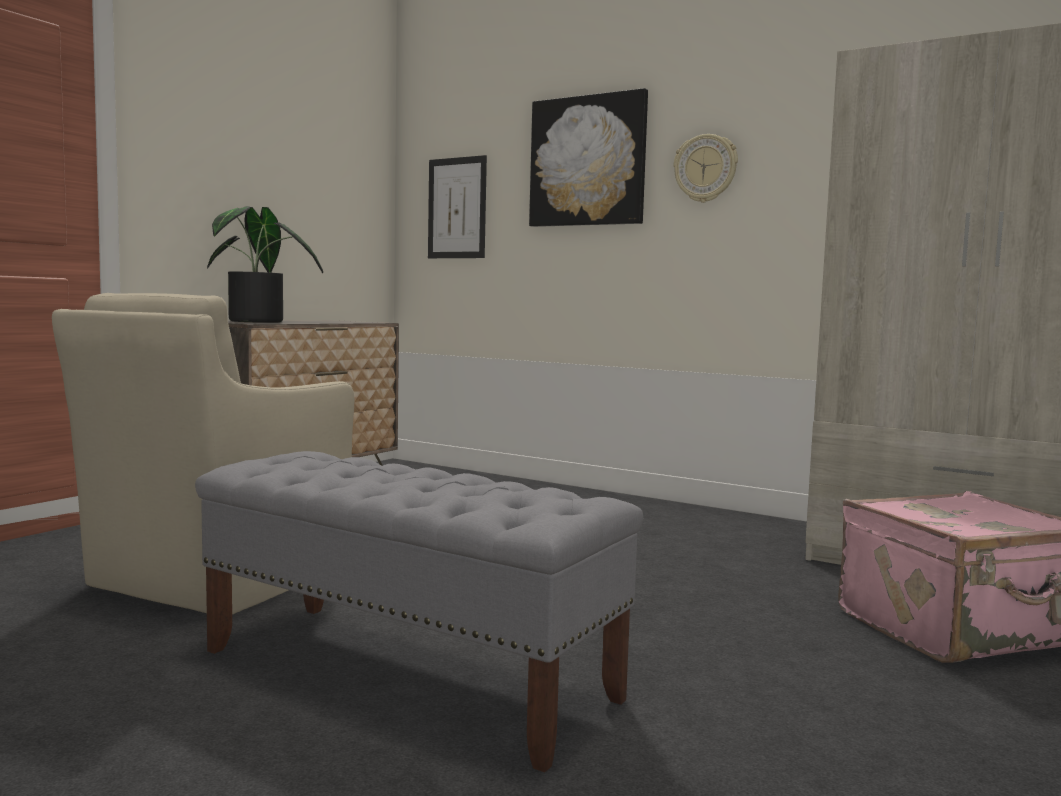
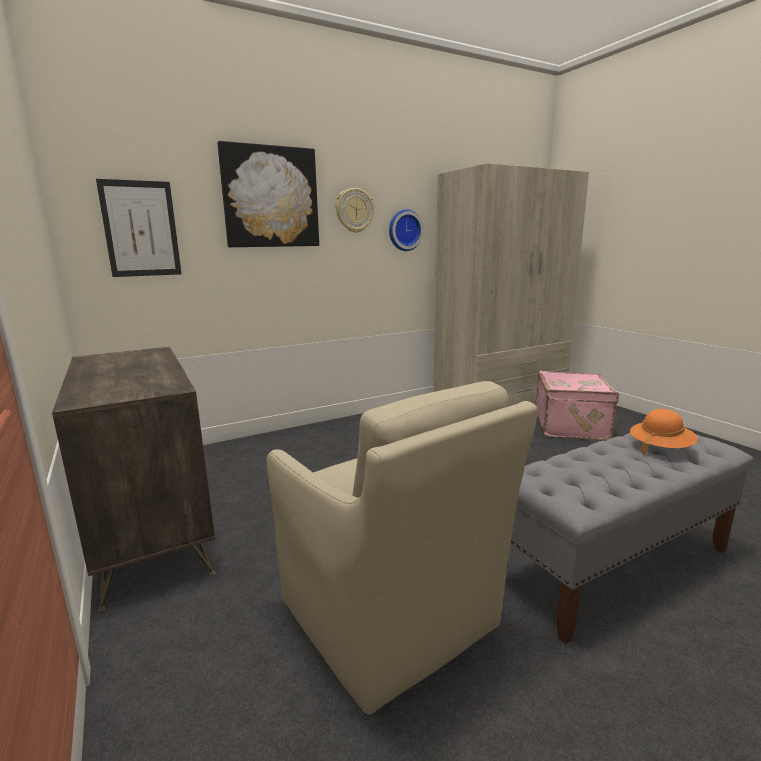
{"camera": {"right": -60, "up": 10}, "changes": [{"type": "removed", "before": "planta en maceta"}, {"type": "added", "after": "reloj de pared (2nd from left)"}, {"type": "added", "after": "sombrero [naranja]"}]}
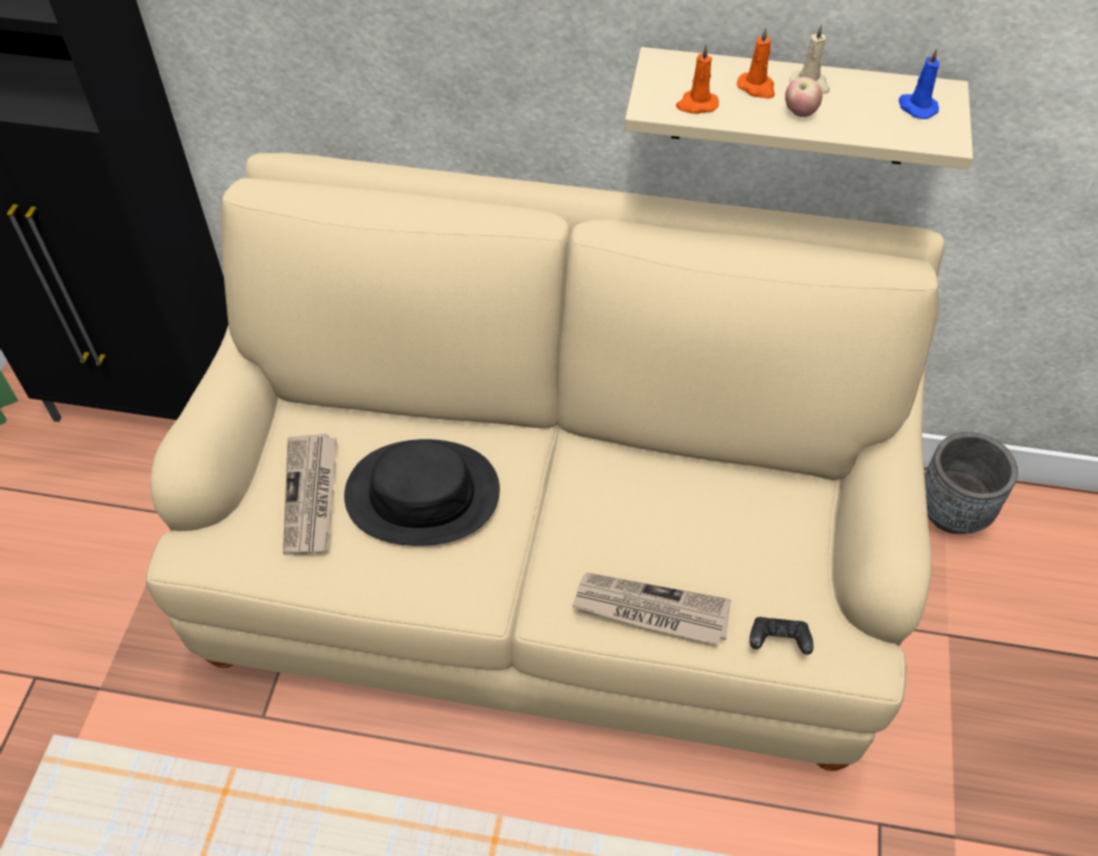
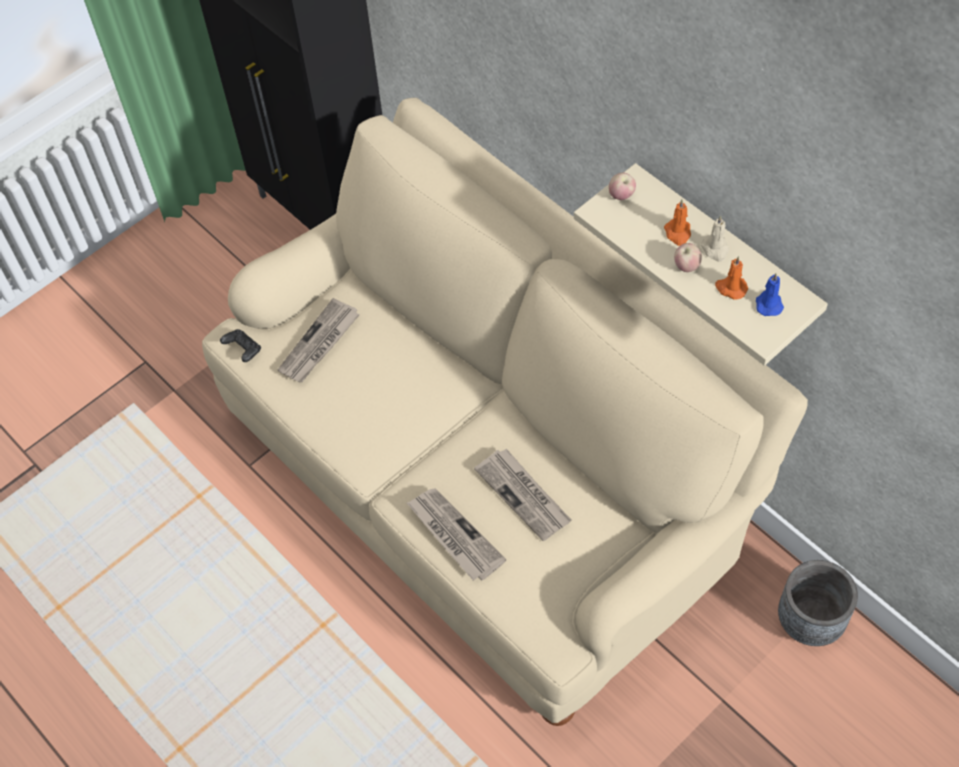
{"camera": {"right": 40, "up": 5}, "changes": [{"type": "removed", "before": "sombrero [negro]"}, {"type": "added", "after": "periódico (3rd from left)"}, {"type": "added", "after": "manzana (1st from left)"}, {"type": "moved", "before": "vela [naranja] (1st from left in the first image)", "after": "vela [naranja] (2nd from left)"}, {"type": "moved", "before": "mando de consola [negro]"}]}
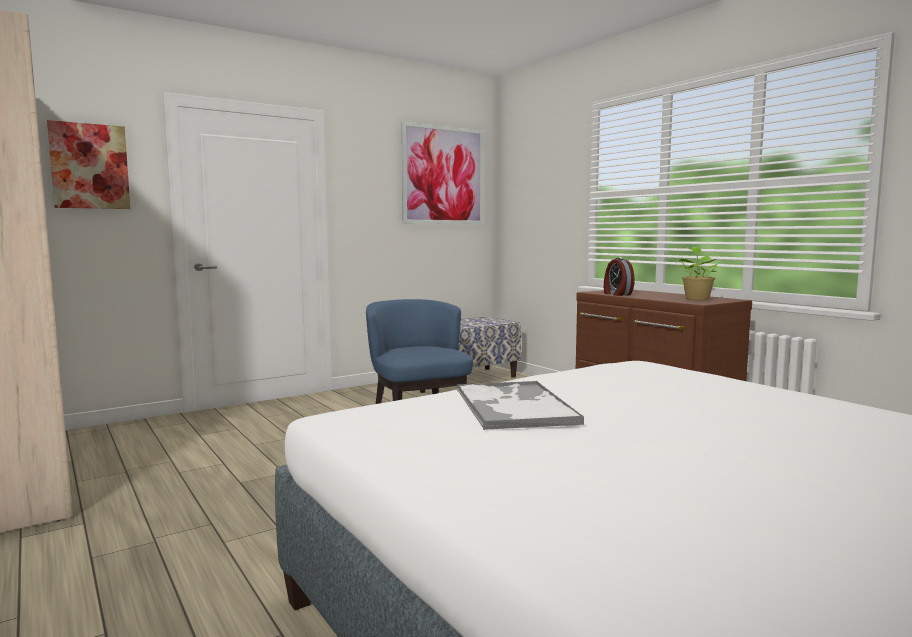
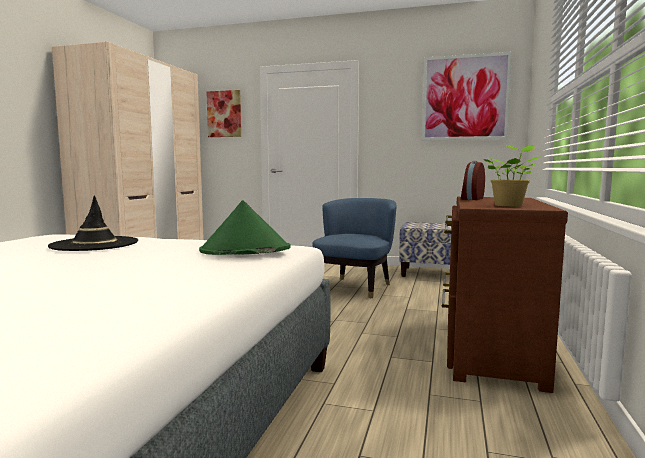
{"camera": {"right": 50, "up": 0}, "changes": [{"type": "added", "after": "sombrero [verde]"}, {"type": "replaced", "before": "bandeja", "after": "sombrero [negro]"}]}
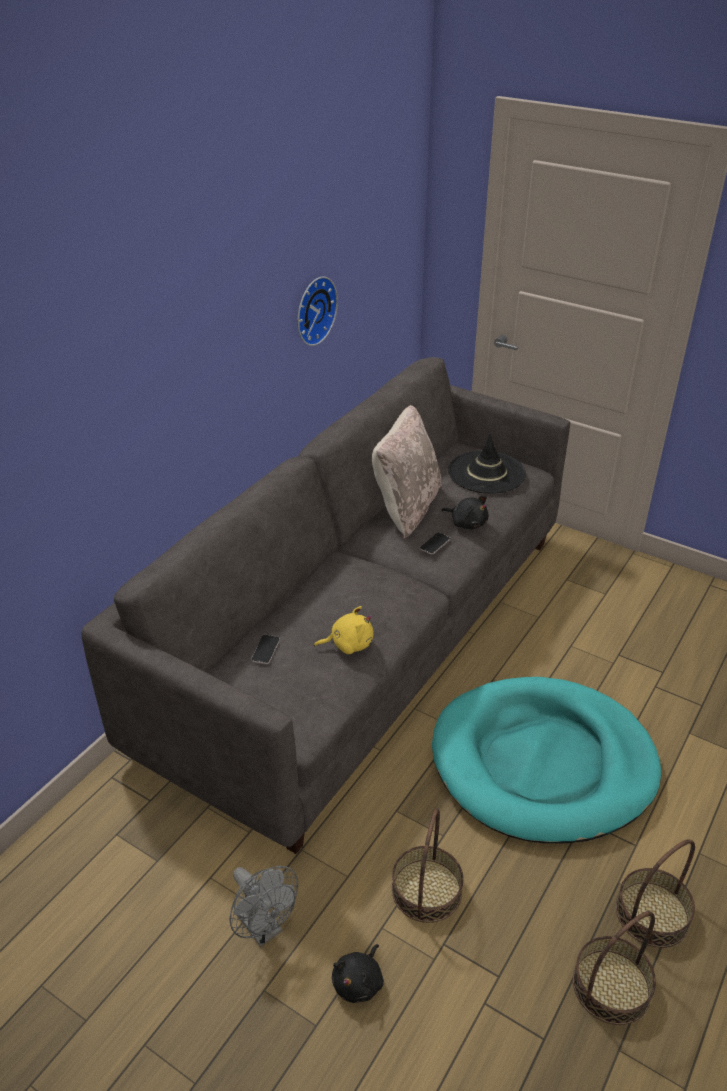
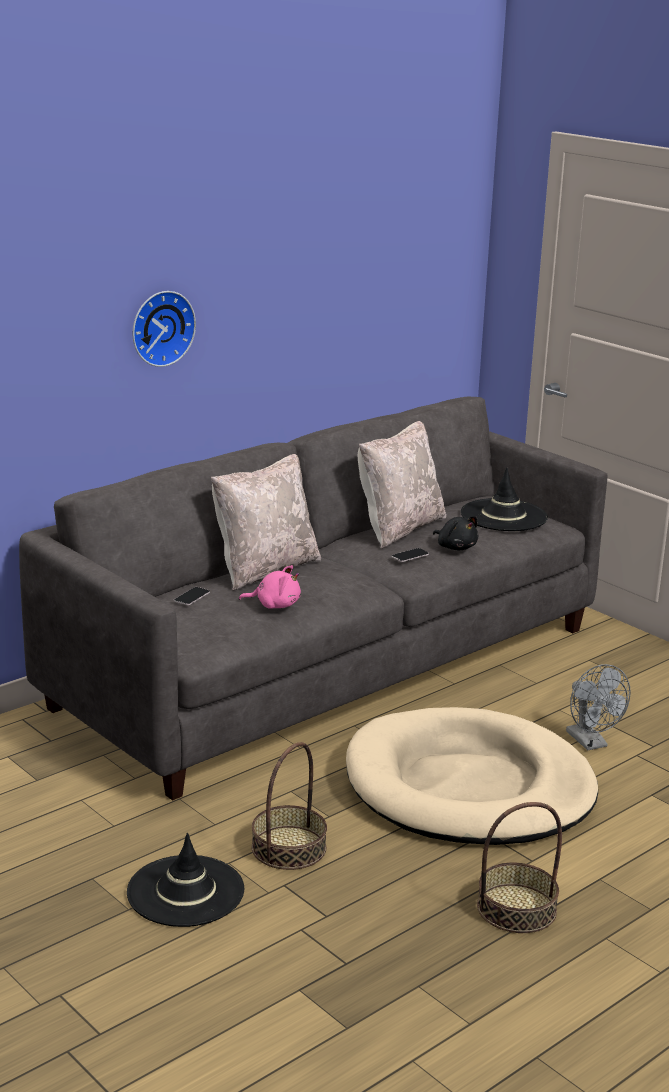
{"camera": {"right": 15, "up": -15}, "changes": [{"type": "removed", "before": "cesta (2nd from left)"}, {"type": "added", "after": "cojín [beis] (1st from left)"}, {"type": "moved", "before": "ventilador [gris]"}, {"type": "moved", "before": "reloj de pared"}, {"type": "replaced", "before": "peluche [negro] (1st from left)", "after": "sombrero [negro] (1st from left)"}, {"type": "recoloured", "before": "peluche [amarillo]", "after": "peluche [rosa]"}, {"type": "recoloured", "before": "cama para perro [turquesa]", "after": "cama para perro [beis]"}]}
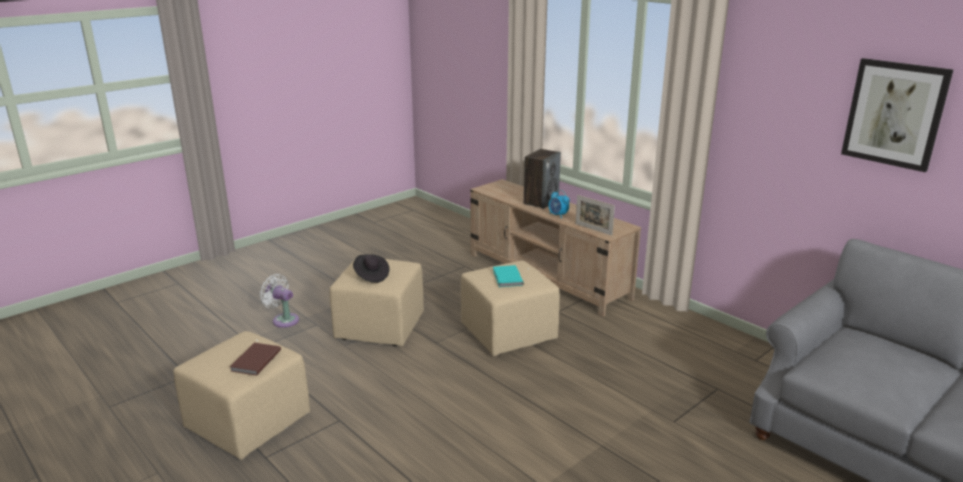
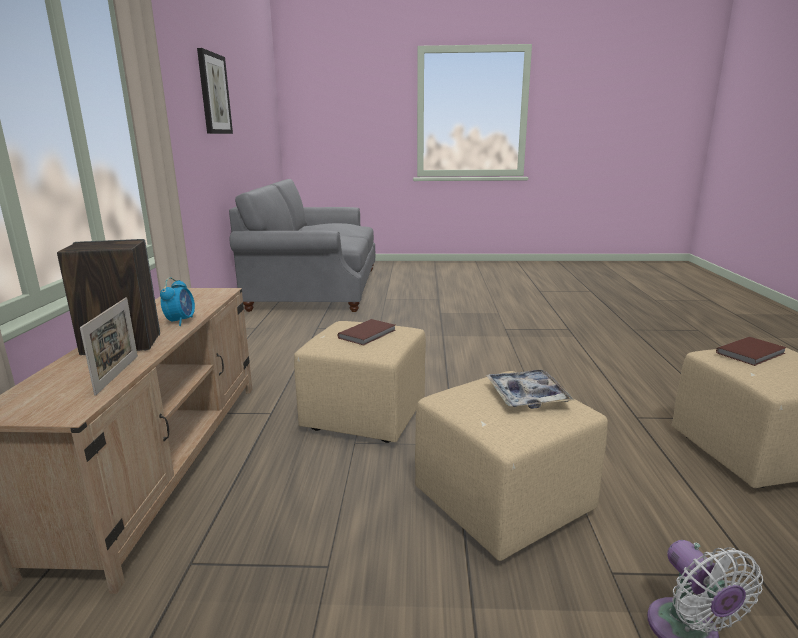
{"camera": {"right": -135, "up": -5}, "changes": [{"type": "moved", "before": "portarretratos"}, {"type": "replaced", "before": "sombrero [negro]", "after": "bandeja"}, {"type": "recoloured", "before": "libro [turquesa]", "after": "libro [marrón] (1st from left)"}]}
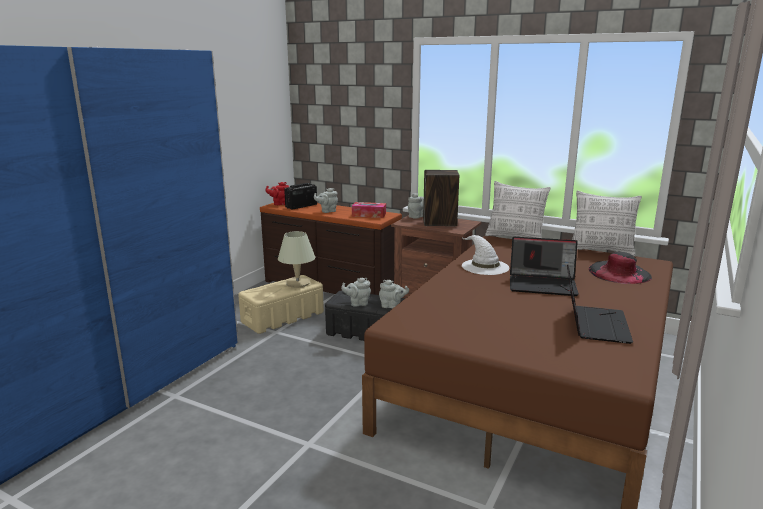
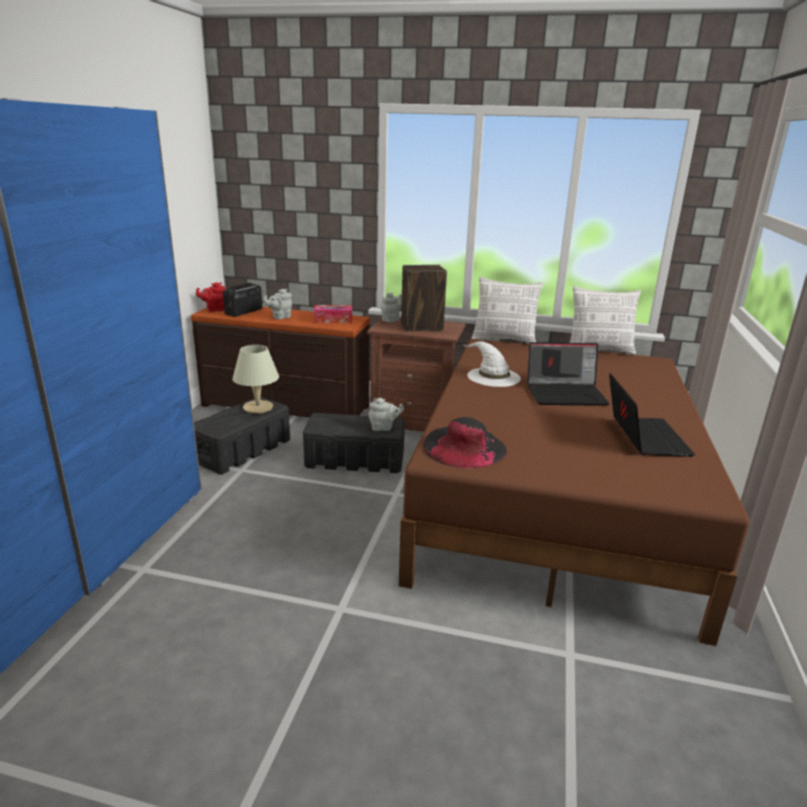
{"camera": {"right": -15, "up": 5}, "changes": [{"type": "removed", "before": "tetera [gris] (2nd from left)"}, {"type": "moved", "before": "sombrero [negro]"}, {"type": "recoloured", "before": "caja de almacenaje [beis]", "after": "caja de almacenaje [negro] (1st from left)"}]}
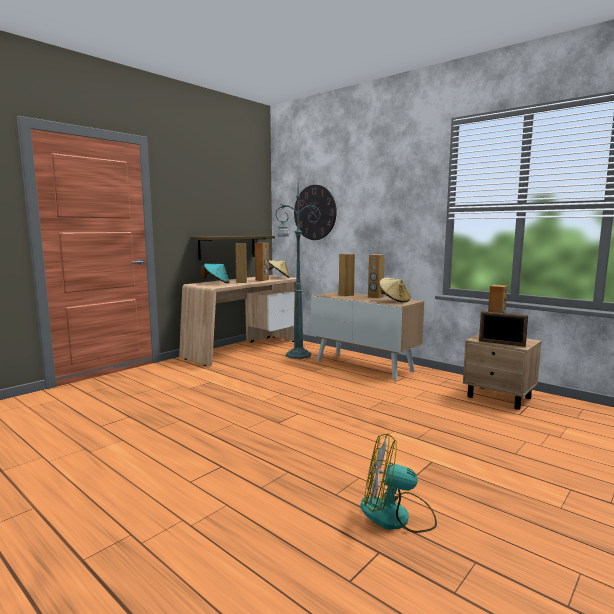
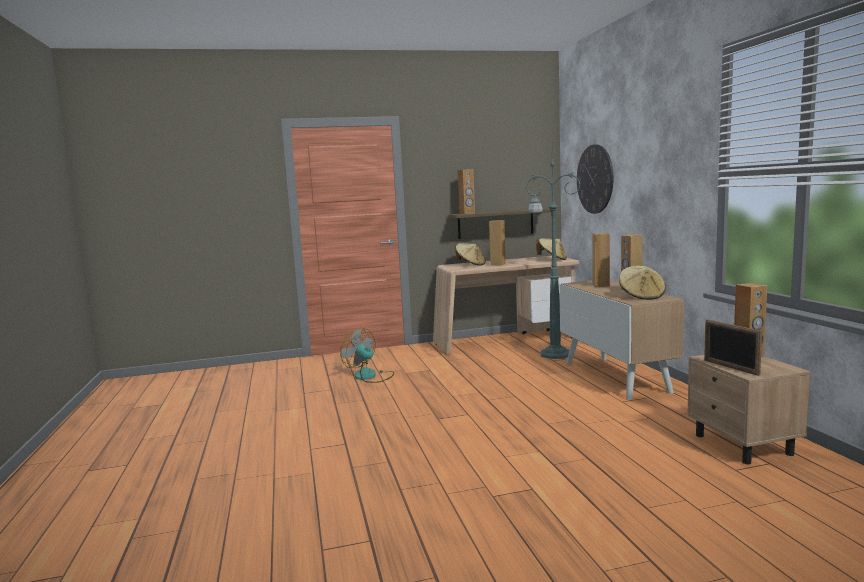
{"camera": {"right": 35, "up": 0}, "changes": [{"type": "moved", "before": "altavoz [marrón] (2nd from left in the first image)", "after": "altavoz [marrón] (1st from left)"}, {"type": "moved", "before": "ventilador"}, {"type": "recoloured", "before": "sombrero [turquesa]", "after": "sombrero [beis] (1st from left)"}]}
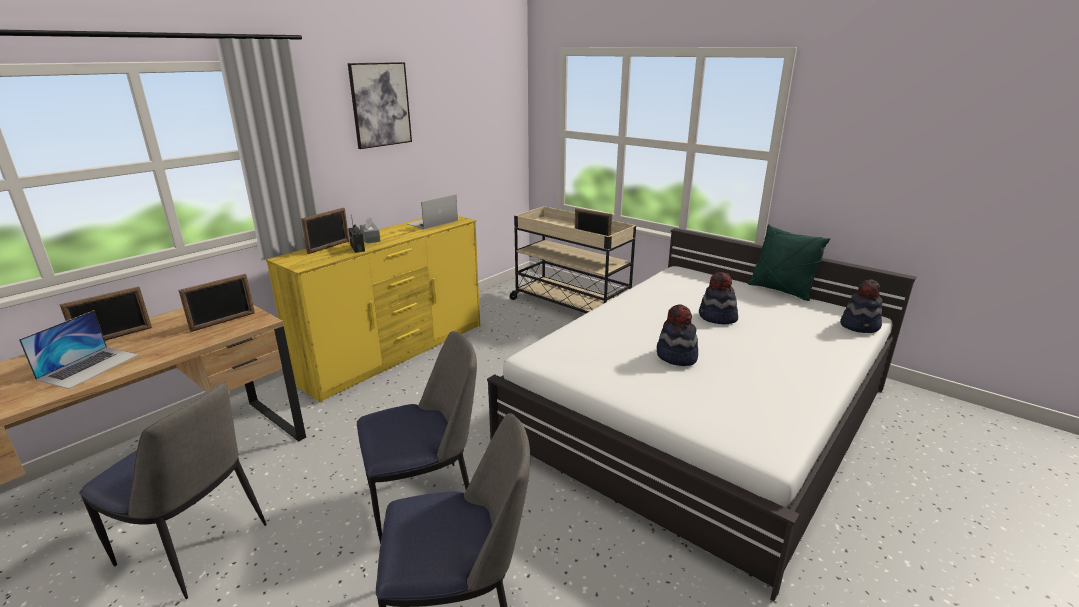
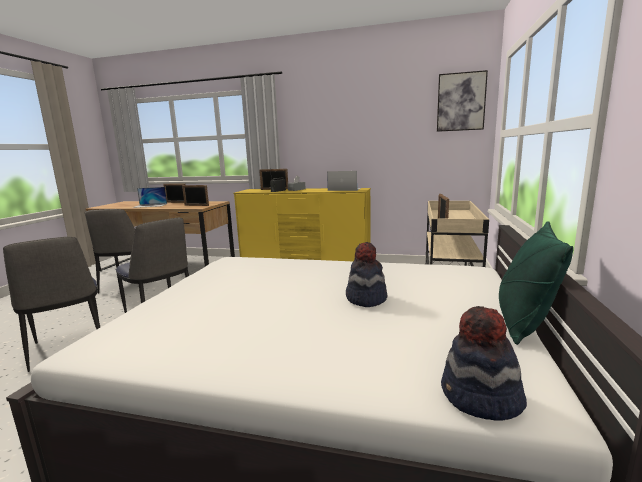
{"camera": {"right": 65, "up": -10}, "changes": [{"type": "removed", "before": "sombrero (1st from left)"}, {"type": "moved", "before": "cuadro"}]}
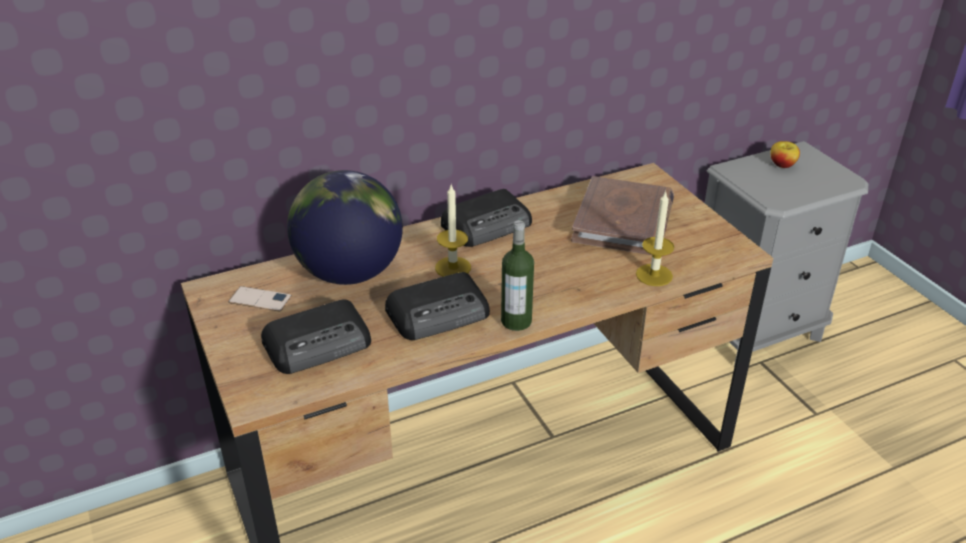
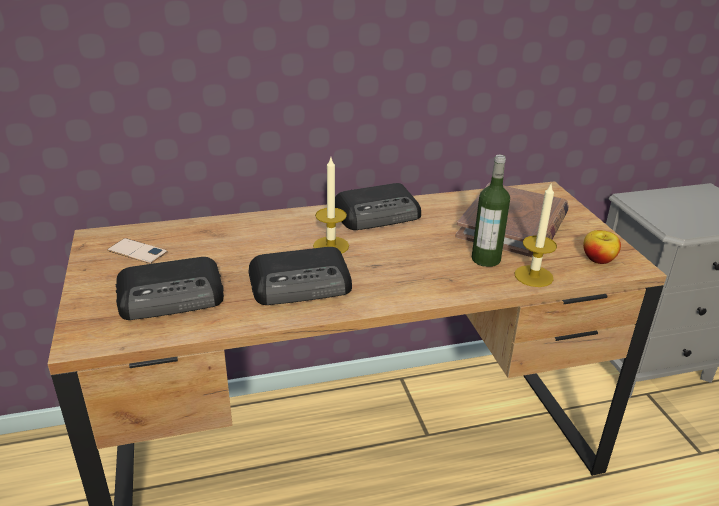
{"camera": {"right": 10, "up": -5}, "changes": [{"type": "removed", "before": "globo terráqueo"}, {"type": "moved", "before": "botella"}, {"type": "moved", "before": "manzana"}]}
